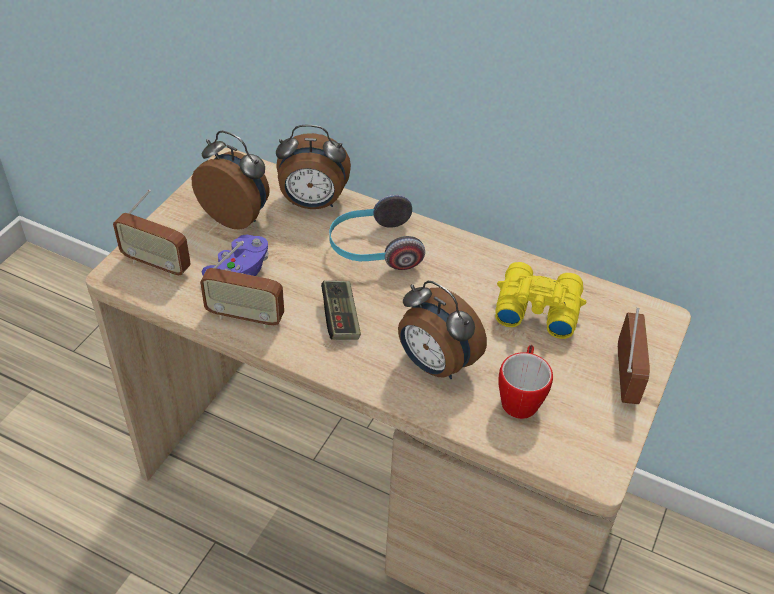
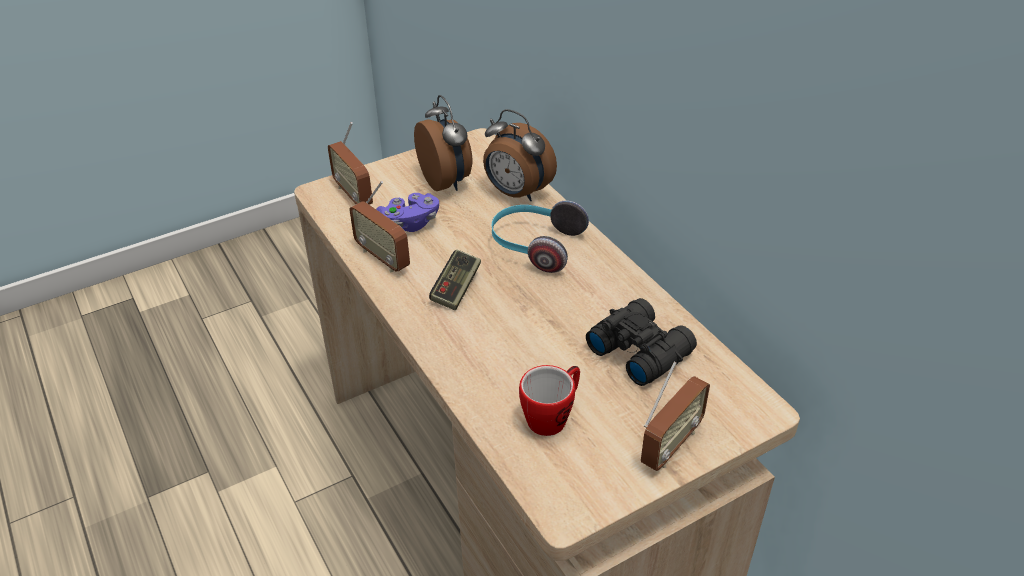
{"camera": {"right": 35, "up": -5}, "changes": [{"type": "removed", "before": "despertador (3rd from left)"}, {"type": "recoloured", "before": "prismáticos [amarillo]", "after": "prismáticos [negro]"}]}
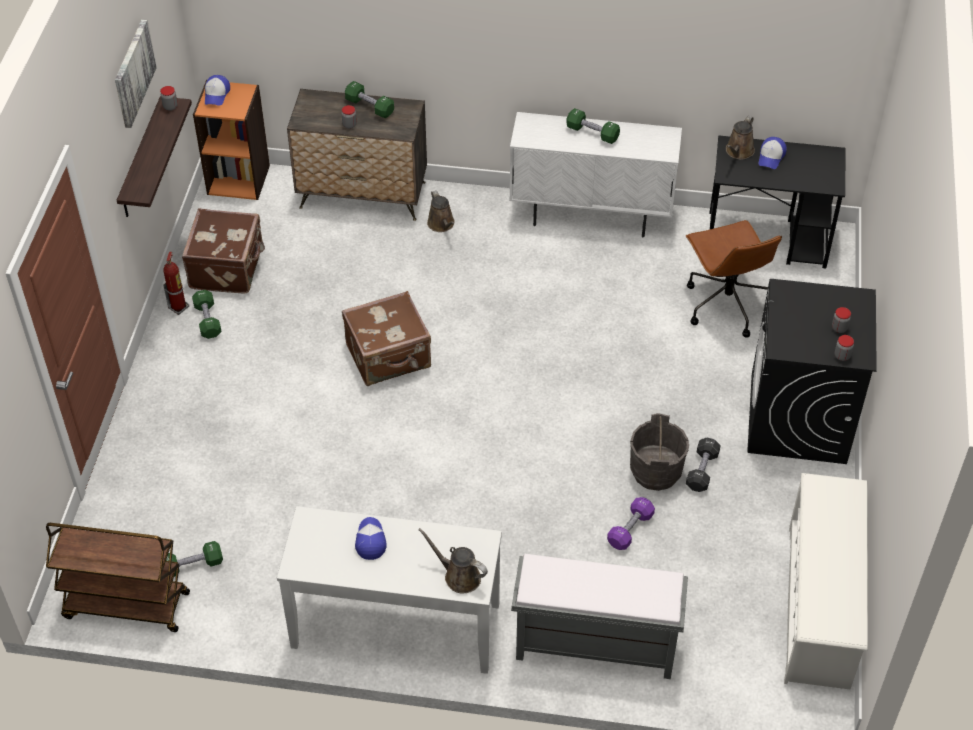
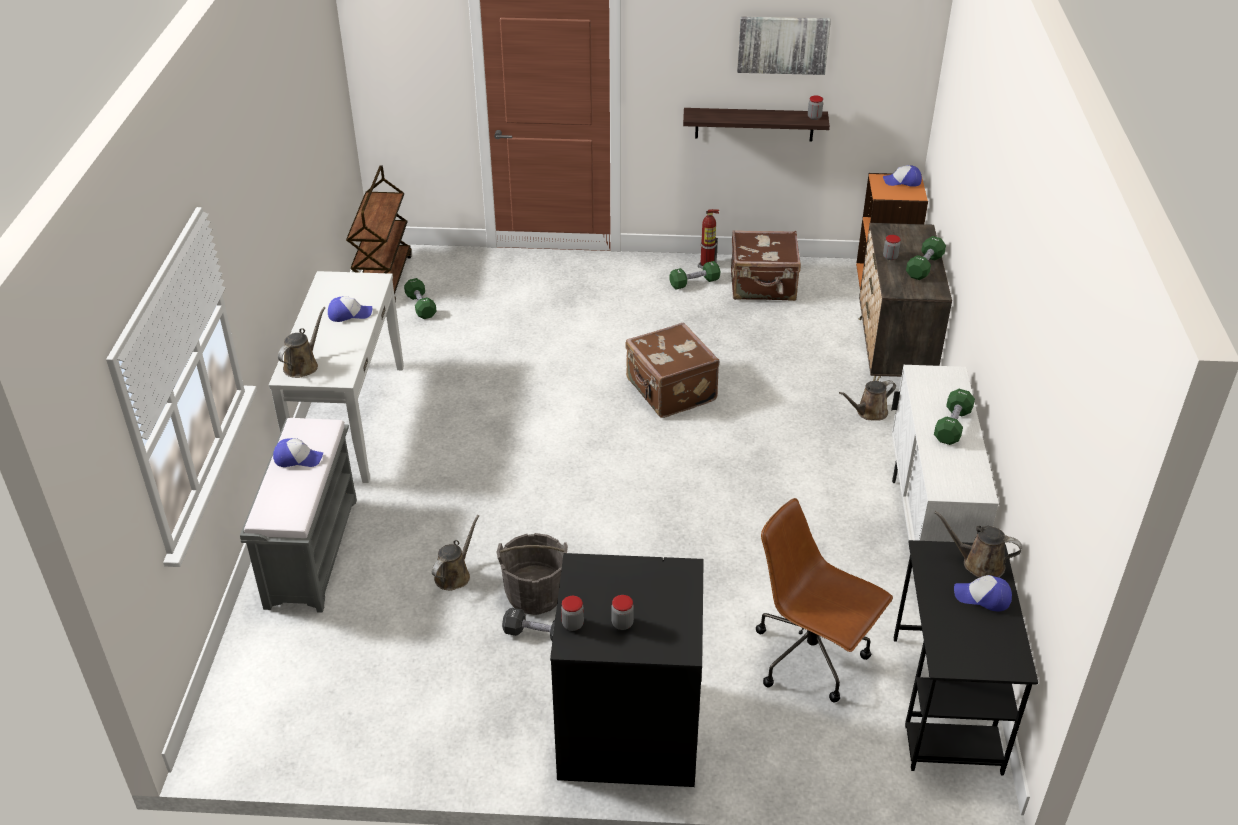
{"camera": {"right": 85, "up": -10}, "changes": [{"type": "removed", "before": "zapatero [blanco]"}, {"type": "added", "after": "gorra (1st from left)"}, {"type": "replaced", "before": "mancuerna [morado]", "after": "regadera [marrón] (2nd from left)"}, {"type": "turned", "before": "silla de oficina [marrón]", "turn": 60}]}
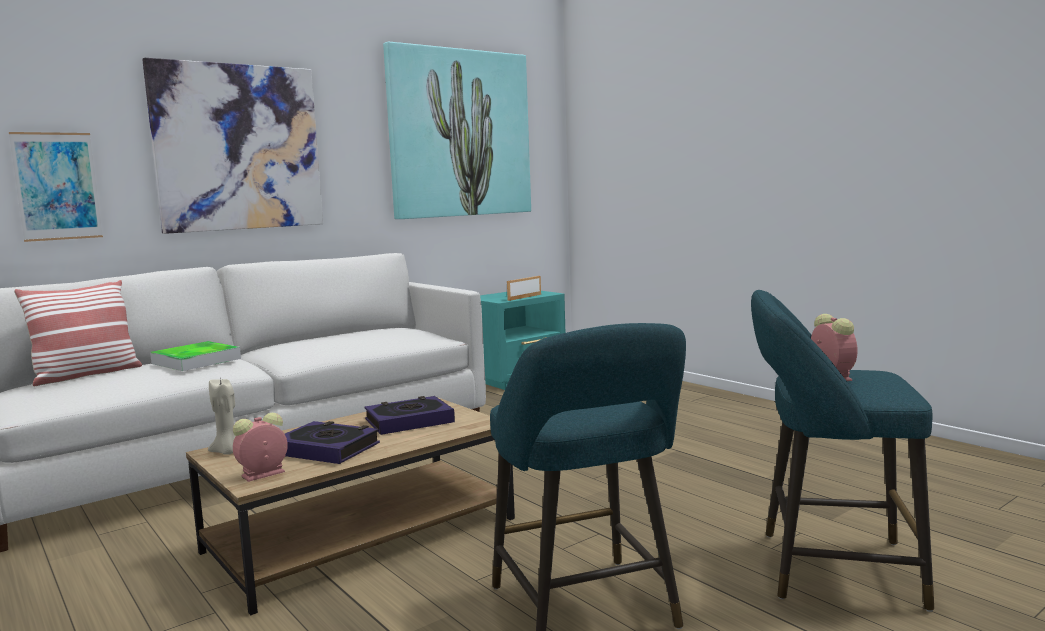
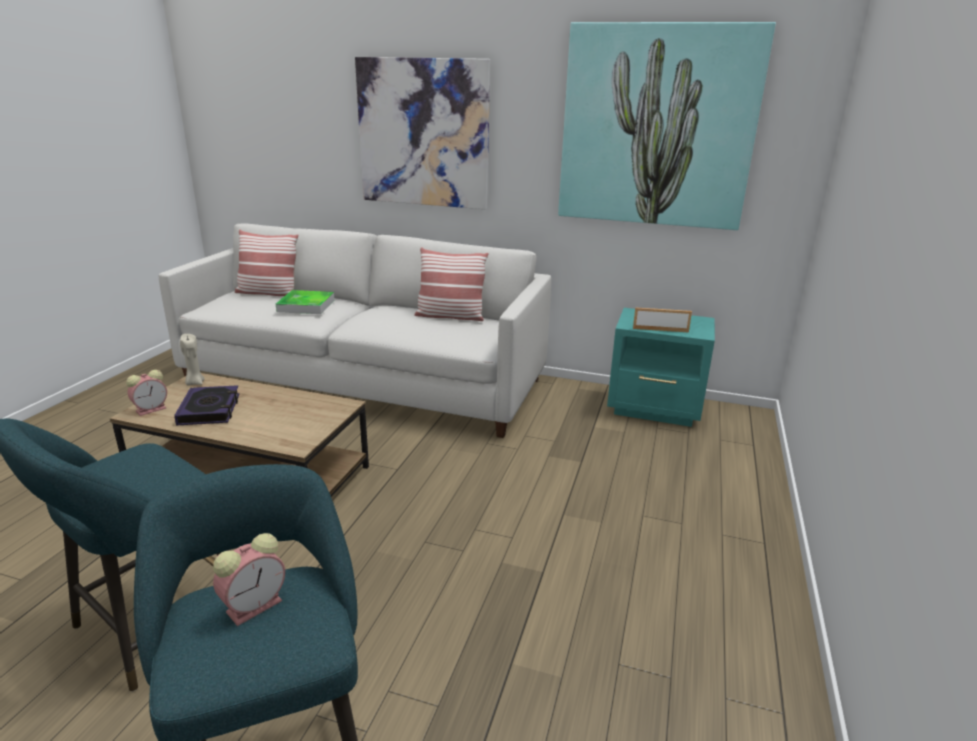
{"camera": {"right": 55, "up": 15}, "changes": [{"type": "removed", "before": "cuadro (1st from left)"}, {"type": "removed", "before": "libro (2nd from left)"}, {"type": "added", "after": "cojín (2nd from left)"}, {"type": "turned", "before": "despertador (1st from left)", "turn": 120}]}
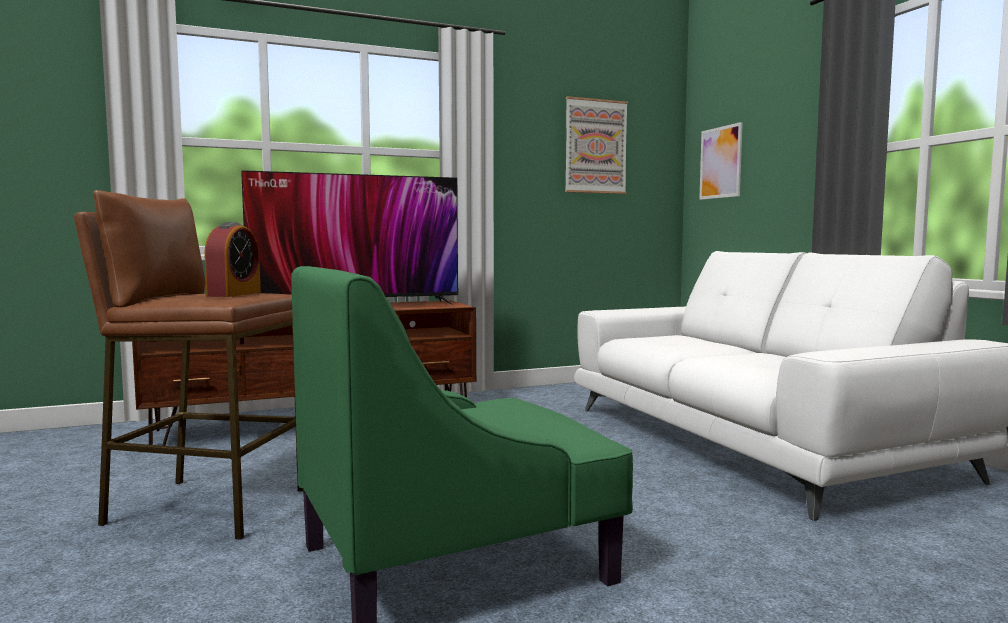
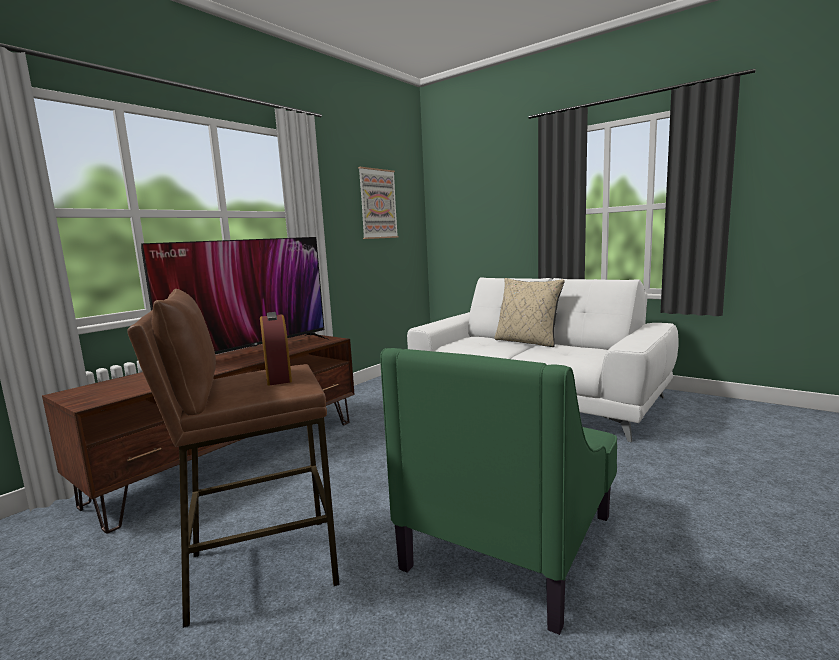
{"camera": {"right": -30, "up": 5}, "changes": [{"type": "removed", "before": "cuadro (2nd from left)"}, {"type": "added", "after": "cojín [beis]"}]}
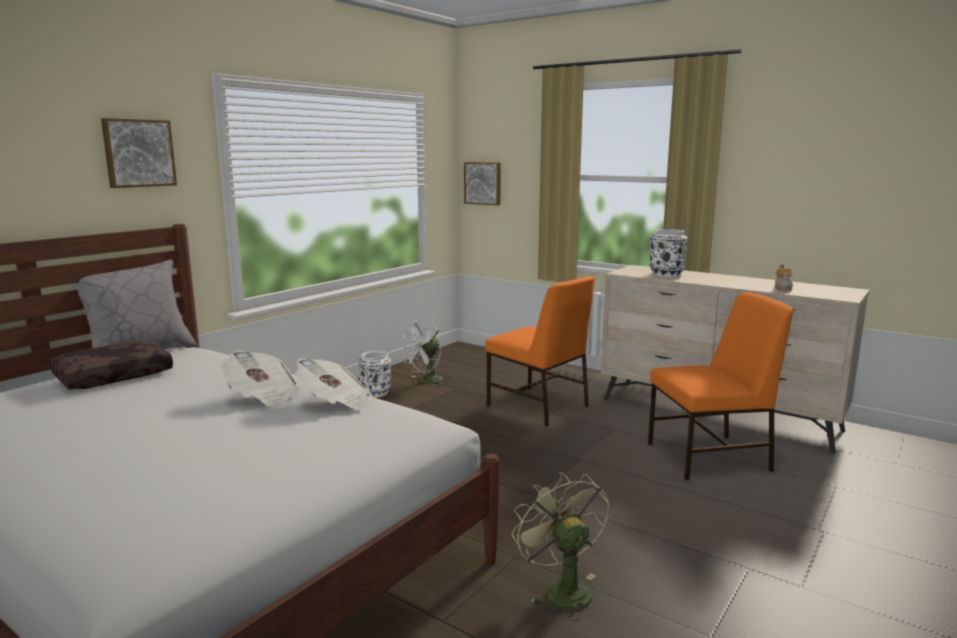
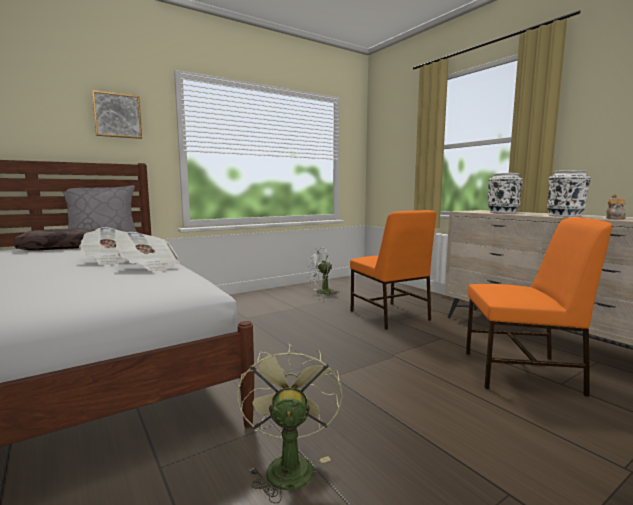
{"camera": {"right": 20, "up": -5}, "changes": [{"type": "removed", "before": "cuadro (2nd from left)"}, {"type": "moved", "before": "florero [blanco] (1st from left in the first image)", "after": "florero [blanco] (2nd from left)"}]}
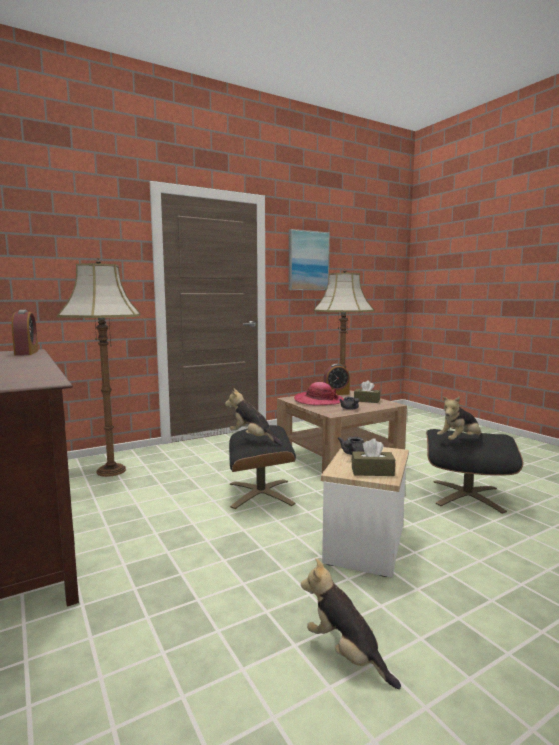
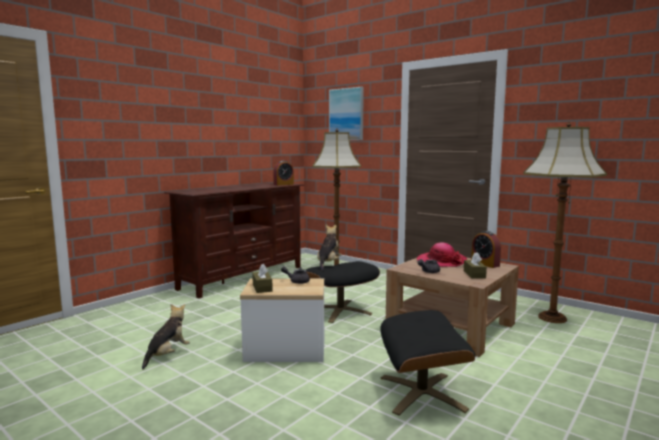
{"camera": {"right": 70, "up": 0}, "changes": [{"type": "removed", "before": "peluche (3rd from left)"}, {"type": "moved", "before": "cuadro"}]}
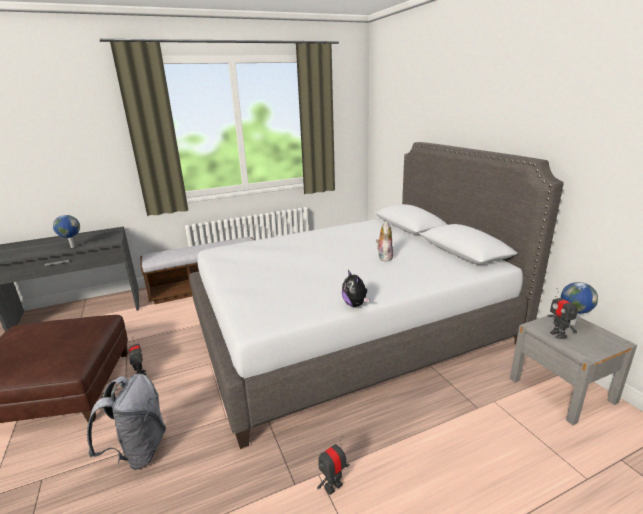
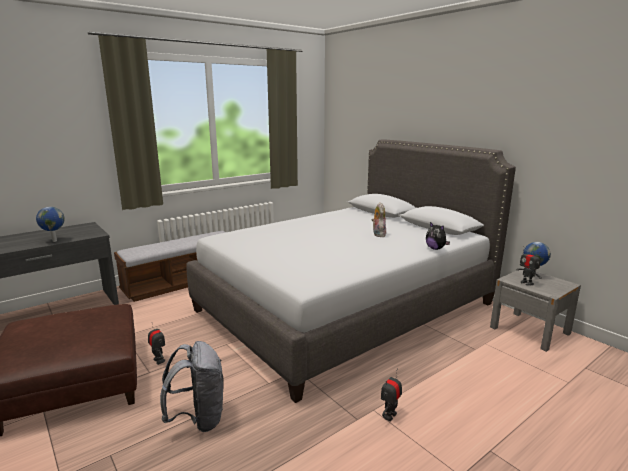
{"camera": {"right": -15, "up": -5}, "changes": [{"type": "moved", "before": "peluche (1st from left in the first image)", "after": "peluche (2nd from left)"}]}
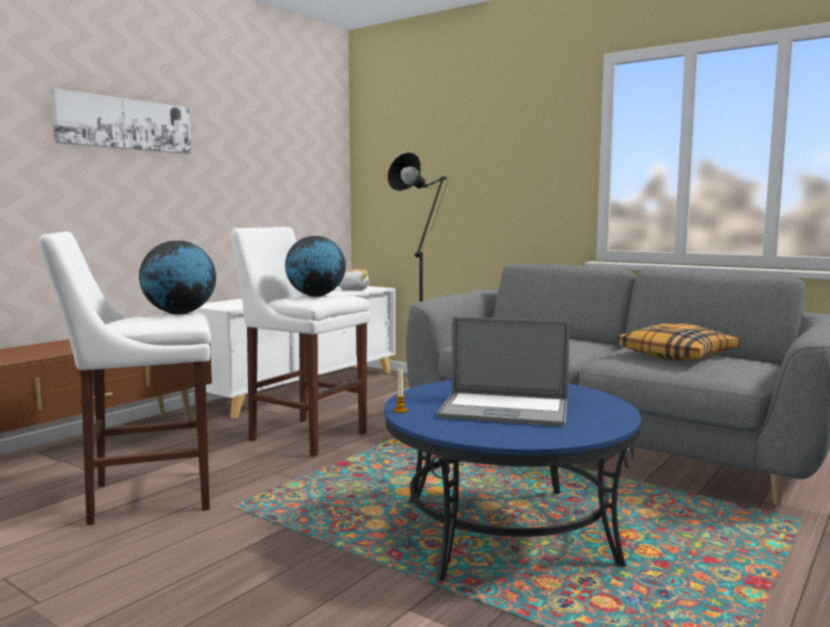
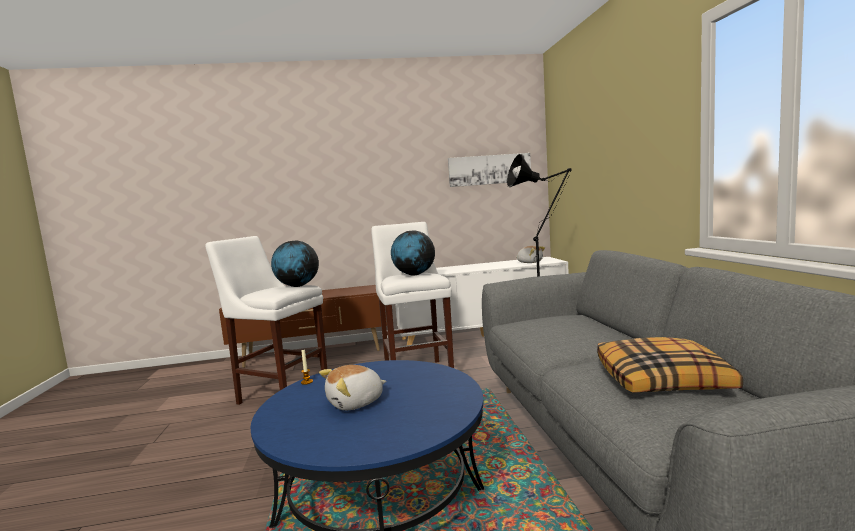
{"camera": {"right": 45, "up": 0}, "changes": [{"type": "moved", "before": "cuadro"}, {"type": "replaced", "before": "portátil", "after": "peluche (1st from left)"}]}
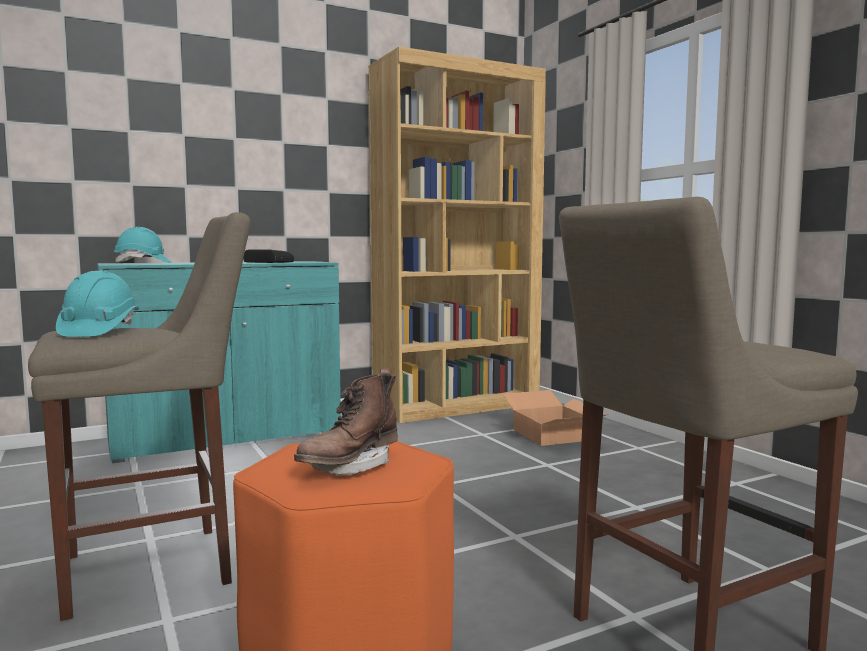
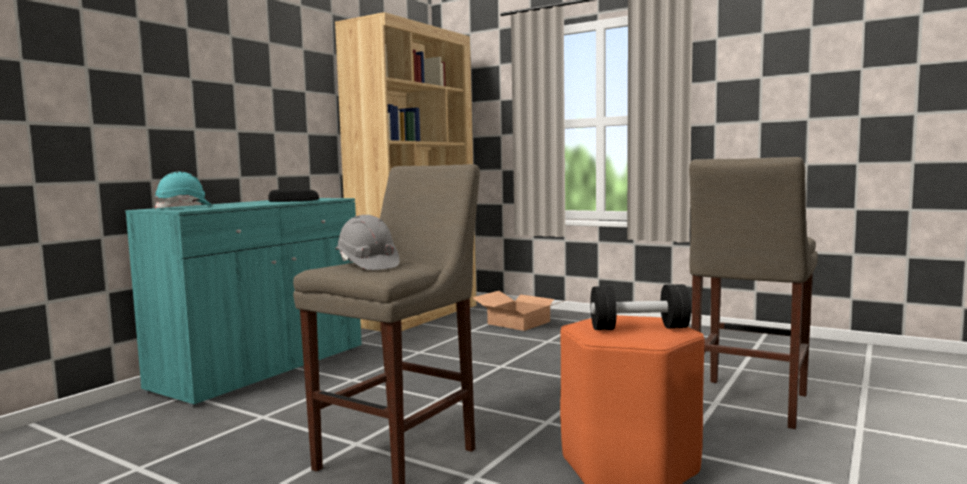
{"camera": {"right": -30, "up": 0}, "changes": [{"type": "replaced", "before": "bota [marrón]", "after": "mancuerna [negro]"}, {"type": "recoloured", "before": "casco [turquesa] (1st from left)", "after": "casco [gris]"}]}
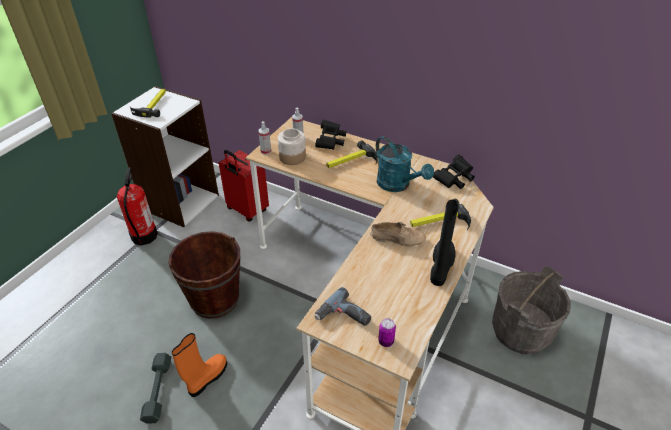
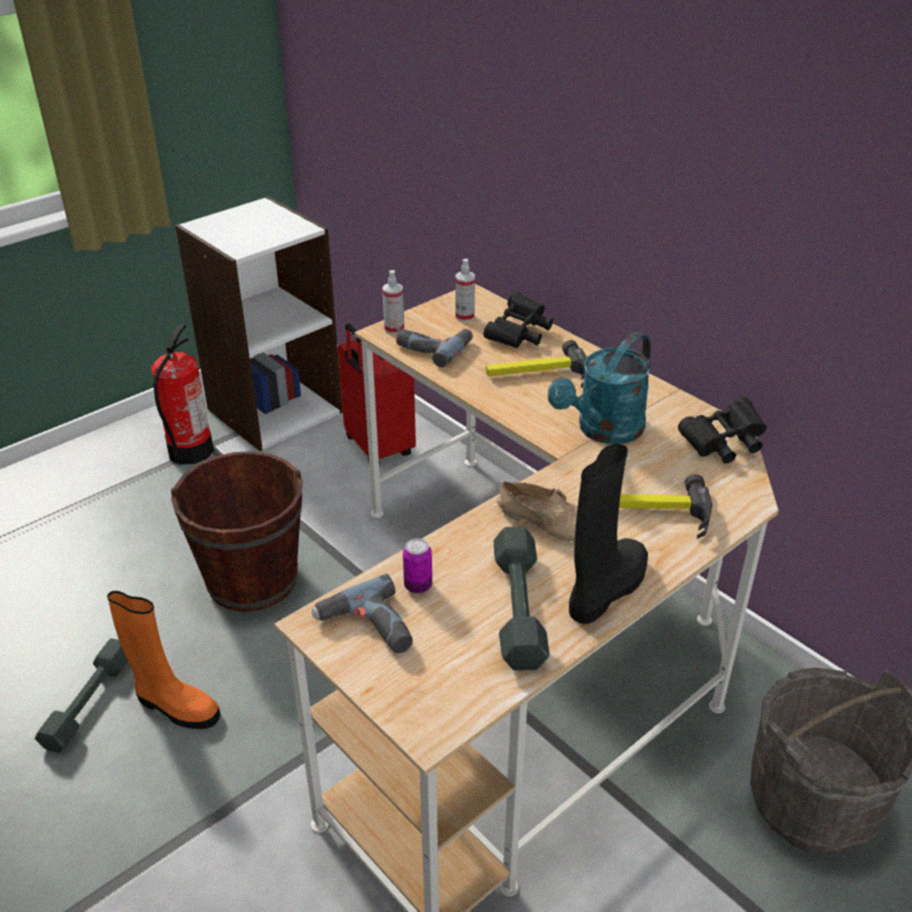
{"camera": {"right": 20, "up": -5}, "changes": [{"type": "removed", "before": "martillo (1st from left)"}, {"type": "added", "after": "mancuerna [gris] (2nd from left)"}, {"type": "moved", "before": "lata"}, {"type": "replaced", "before": "tarro", "after": "taladro (2nd from left)"}, {"type": "turned", "before": "bota [naranja]", "turn": 60}, {"type": "turned", "before": "regadera [turquesa]", "turn": 60}]}
